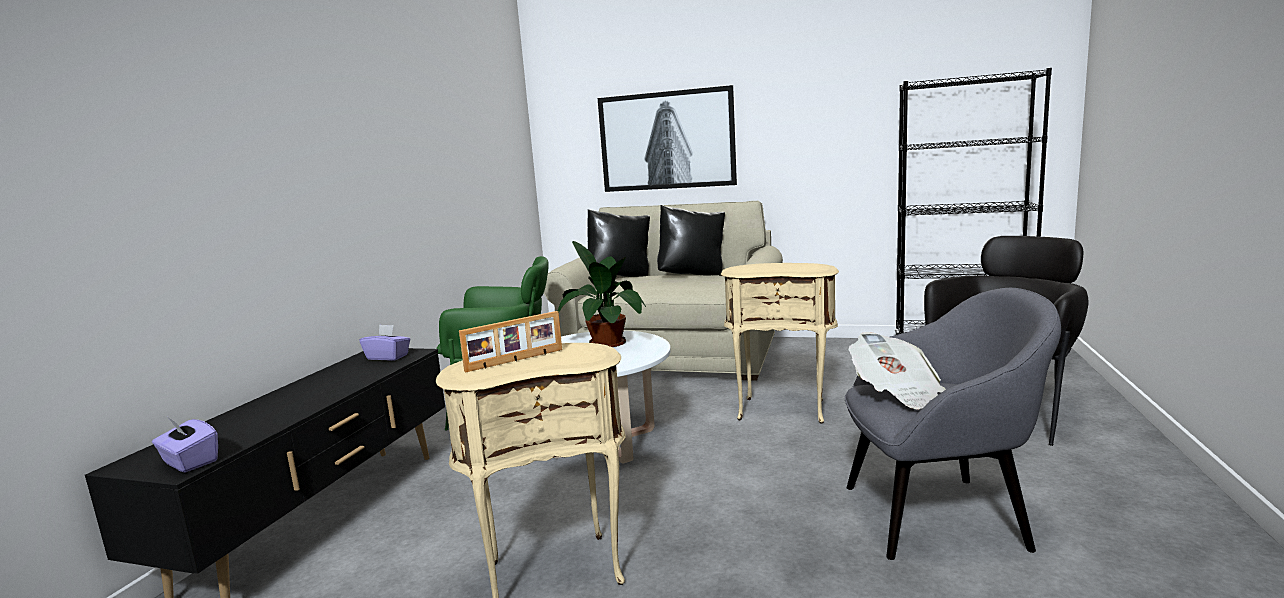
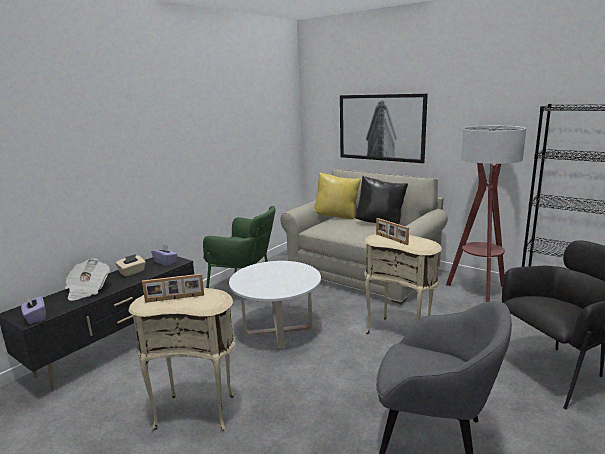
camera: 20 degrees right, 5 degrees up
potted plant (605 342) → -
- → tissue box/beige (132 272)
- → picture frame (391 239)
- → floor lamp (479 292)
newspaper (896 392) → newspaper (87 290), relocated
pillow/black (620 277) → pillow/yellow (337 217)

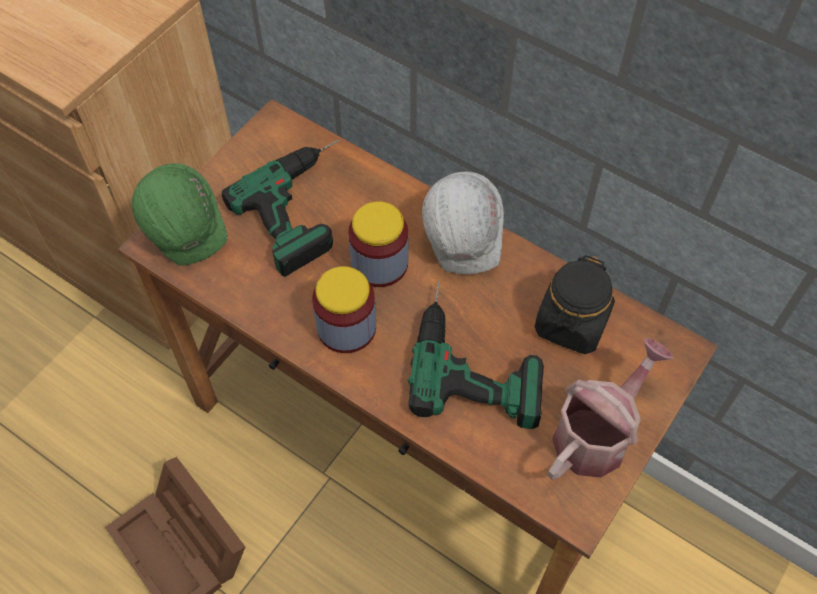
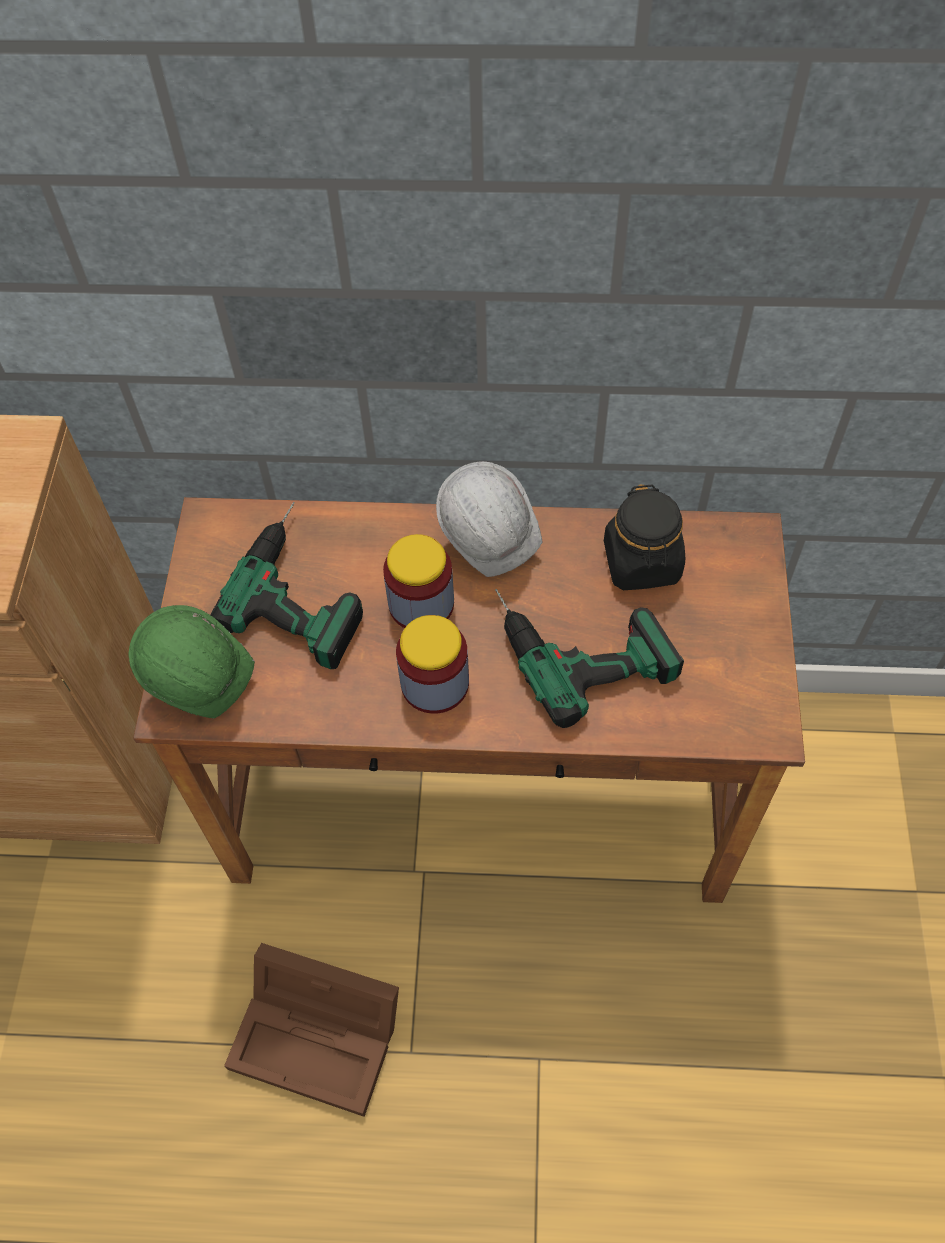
camera: 30 degrees left, 0 degrees up
watering can (597 433) → -

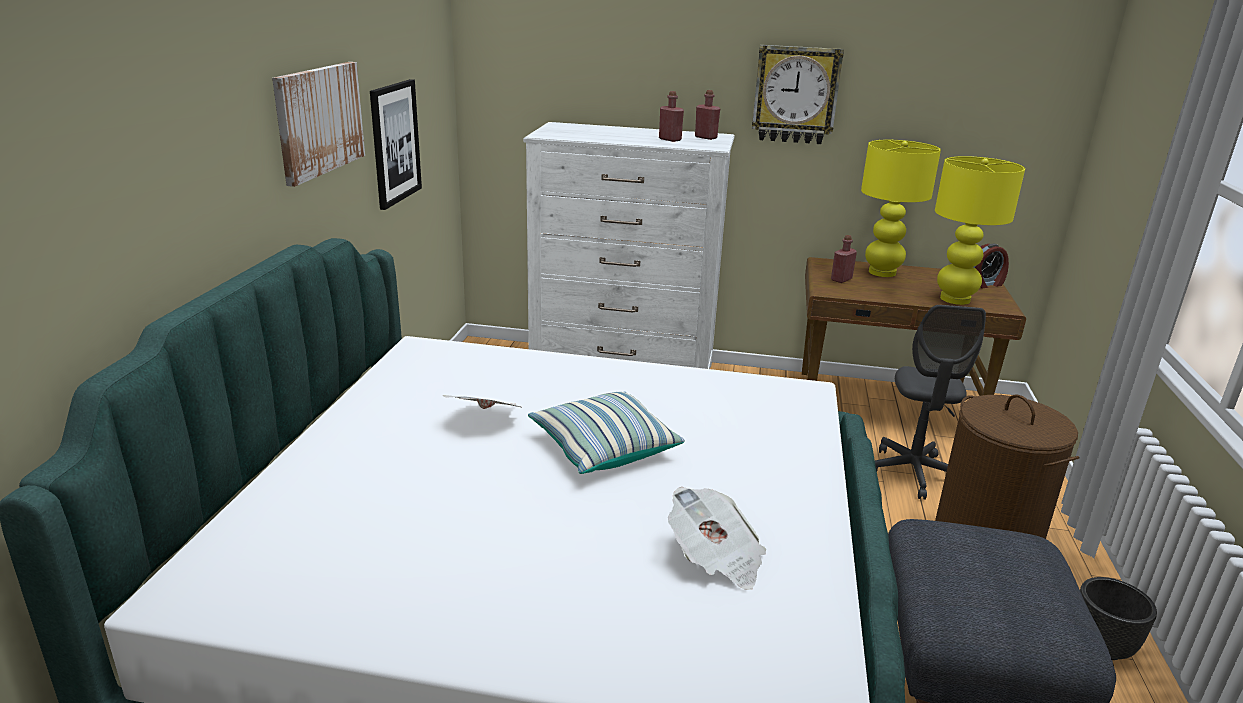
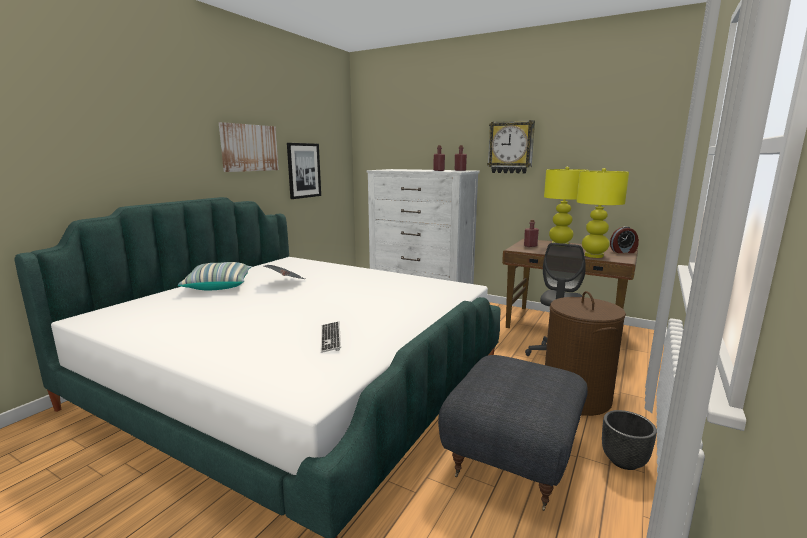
camera: 20 degrees right, 10 degrees down
pillow (603 448) → pillow (218 286), relocated
newspaper (716 559) → keyboard (330 338)

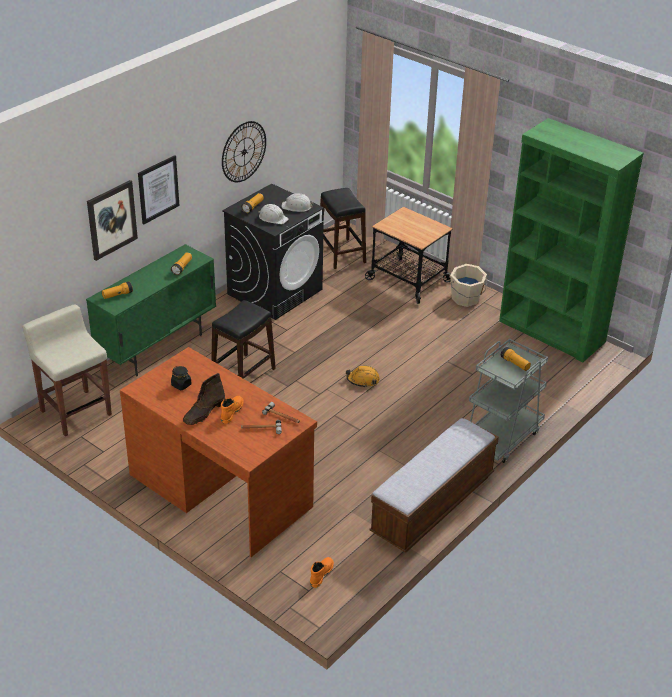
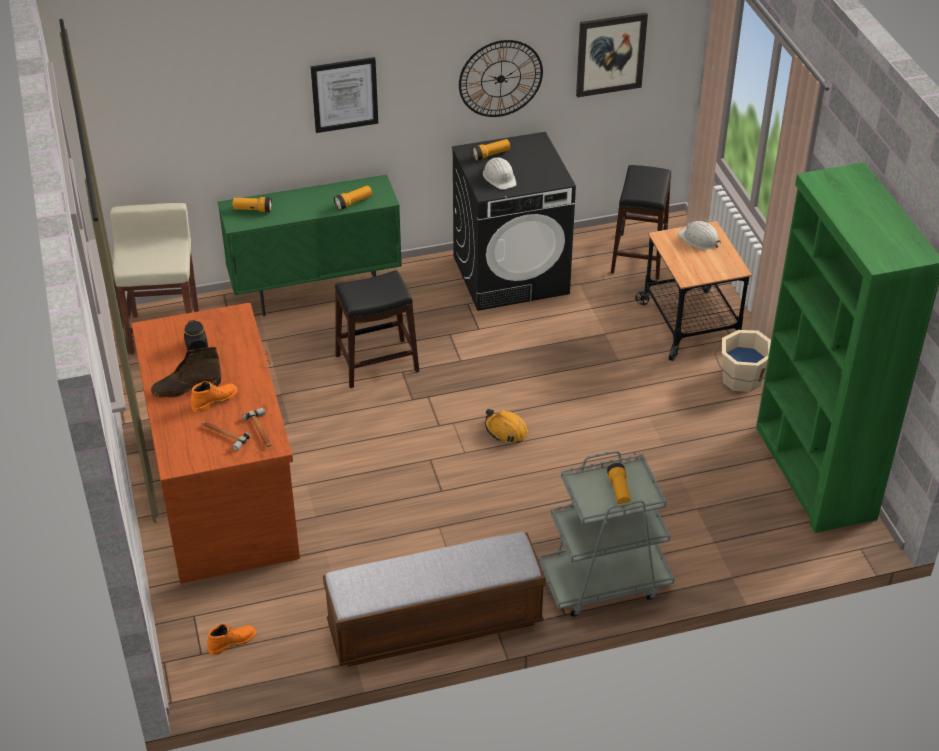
camera: 35 degrees right, 5 degrees up
picture (111 220) → picture (610 54), relocated
hard hat/white (297 206) → hard hat/white (699 239), relocated

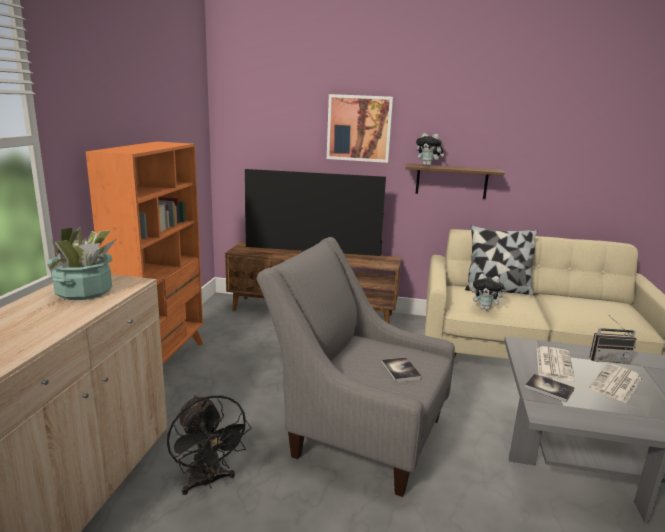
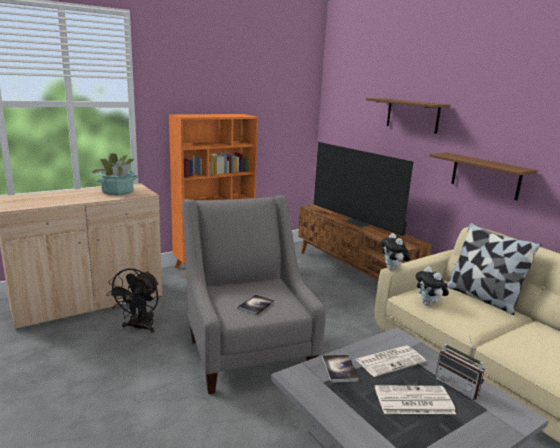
camera: 45 degrees right, 0 degrees up
plush toy (428 165) → plush toy (392 269), relocated
picture (359 128) → shelf/brown (412 115)

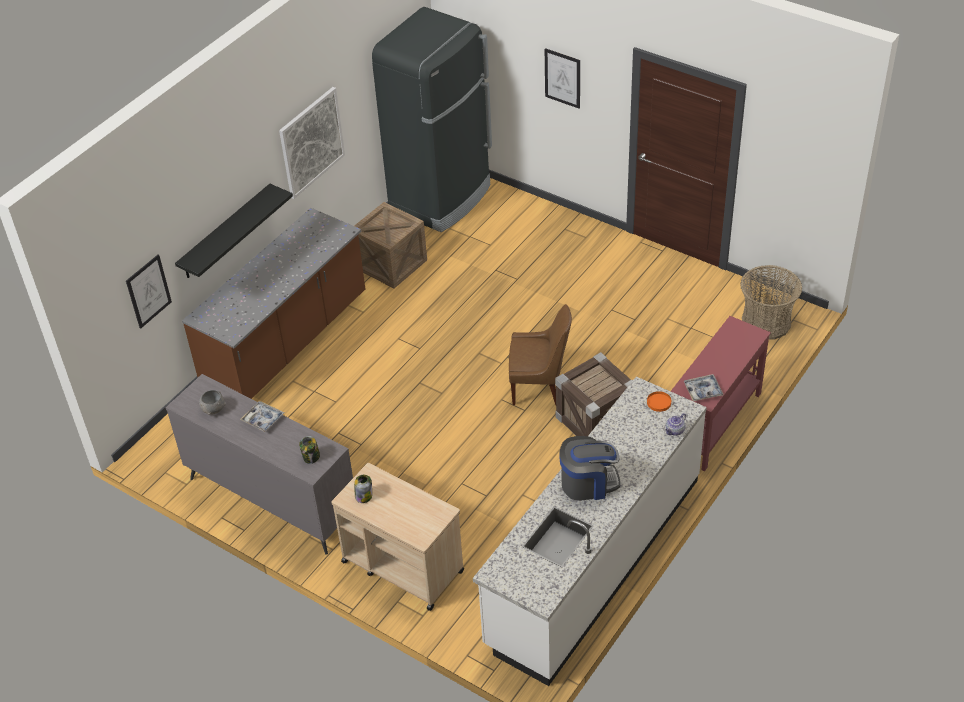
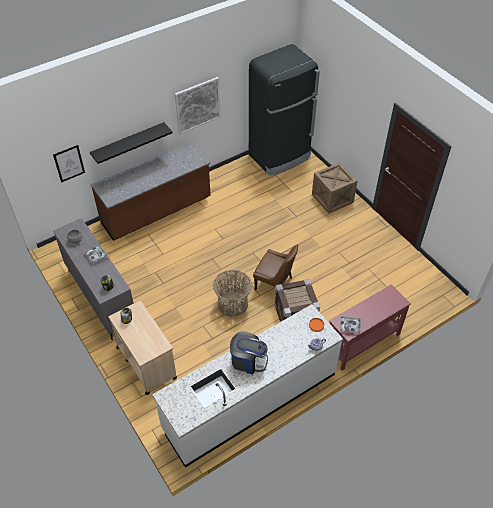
camera: 20 degrees right, 5 degrees up
picture (562 78) → -
crate (391 264) → crate (332 198), relocated
basket (766 322) → basket (232 304), relocated

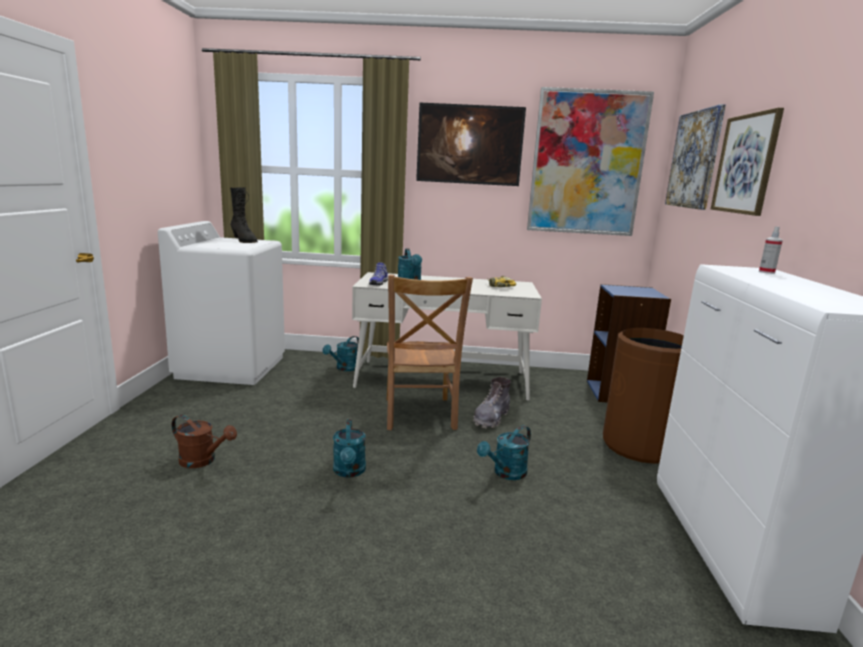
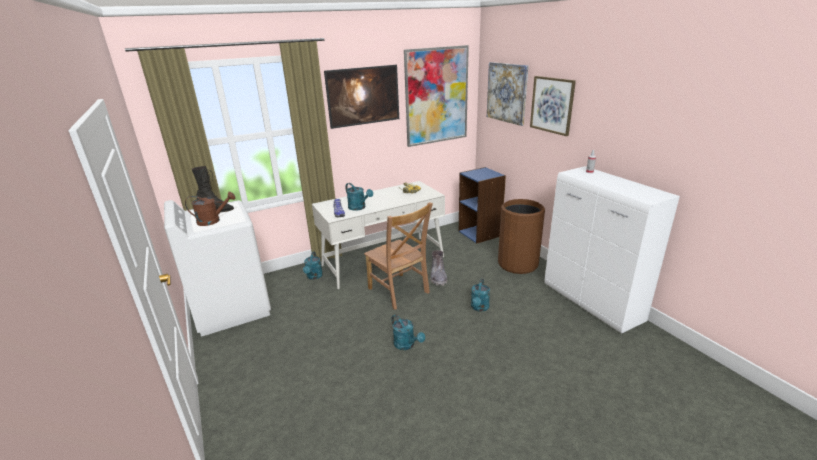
camera: 30 degrees left, 10 degrees up
watering can/brown (203 461) → watering can/brown (213 221), relocated

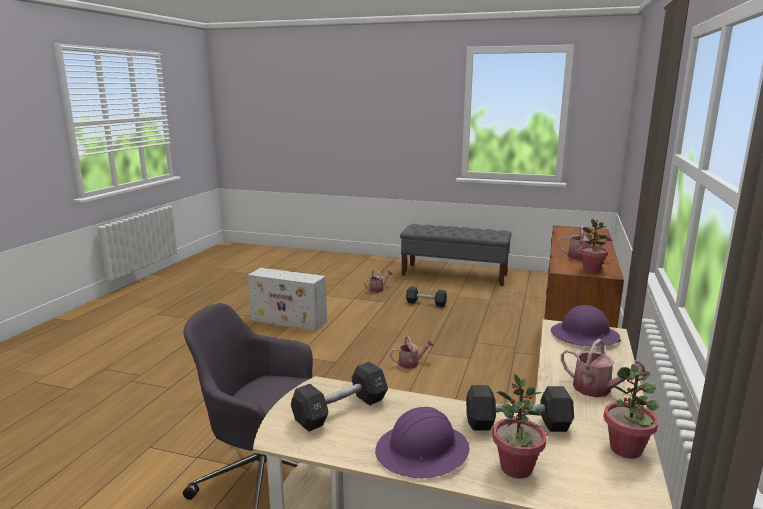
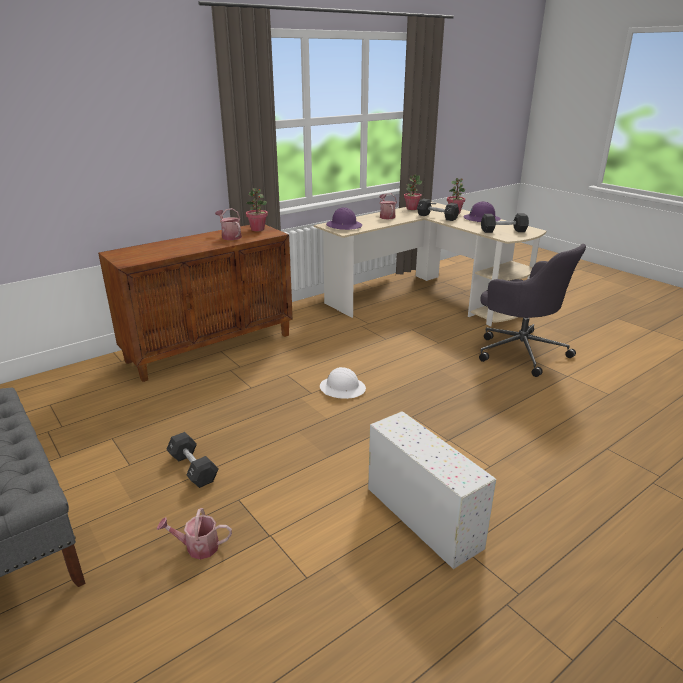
camera: 145 degrees left, 10 degrees up
watering can (411 363) → hard hat/white (342 388)

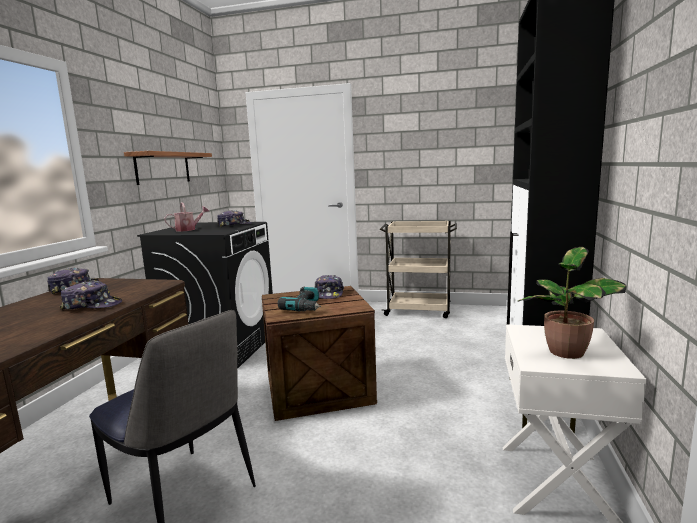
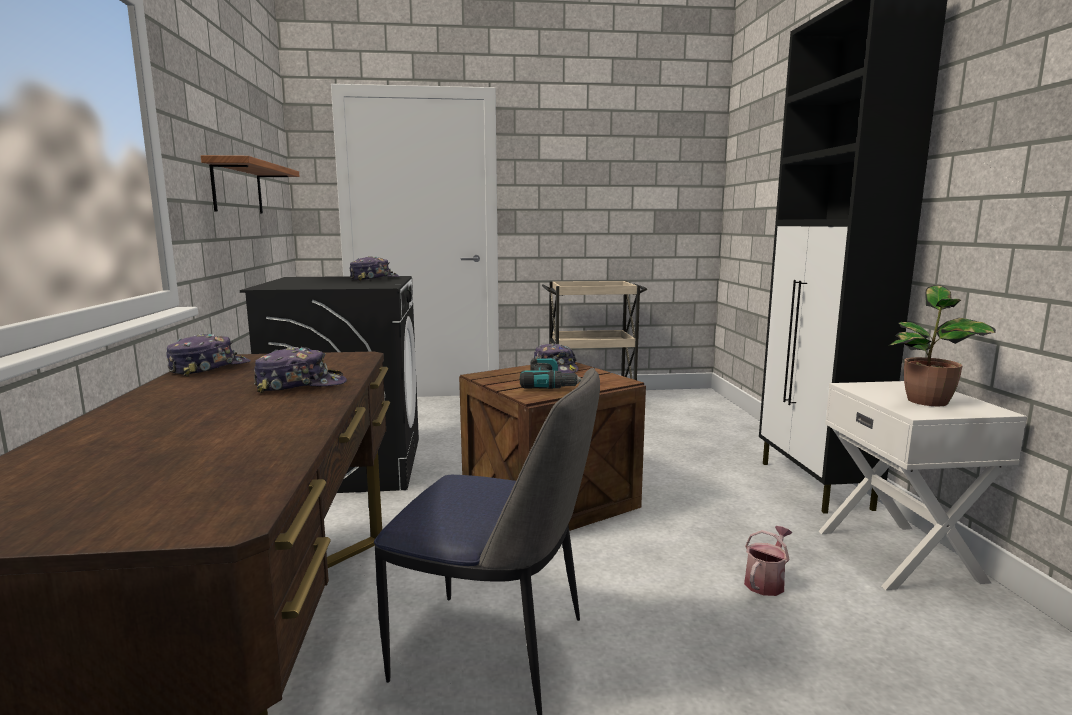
camera: 20 degrees left, 0 degrees up
watering can (188 229) → watering can (766 581), relocated

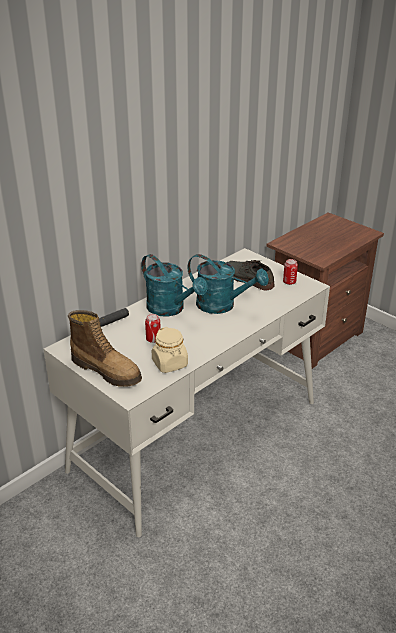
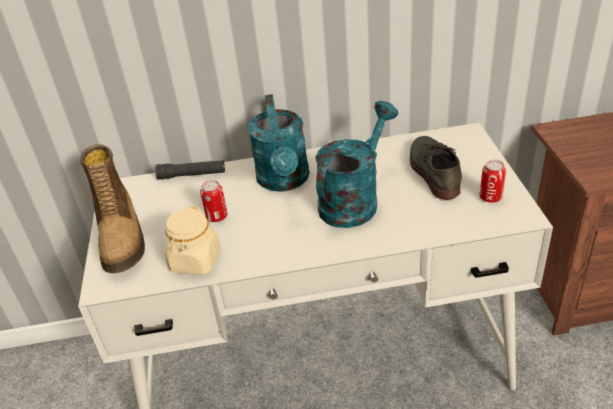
camera: 40 degrees right, 5 degrees up
watering can/turquoise (222 305) → watering can/turquoise (354 200), 120 degrees counterclockwise

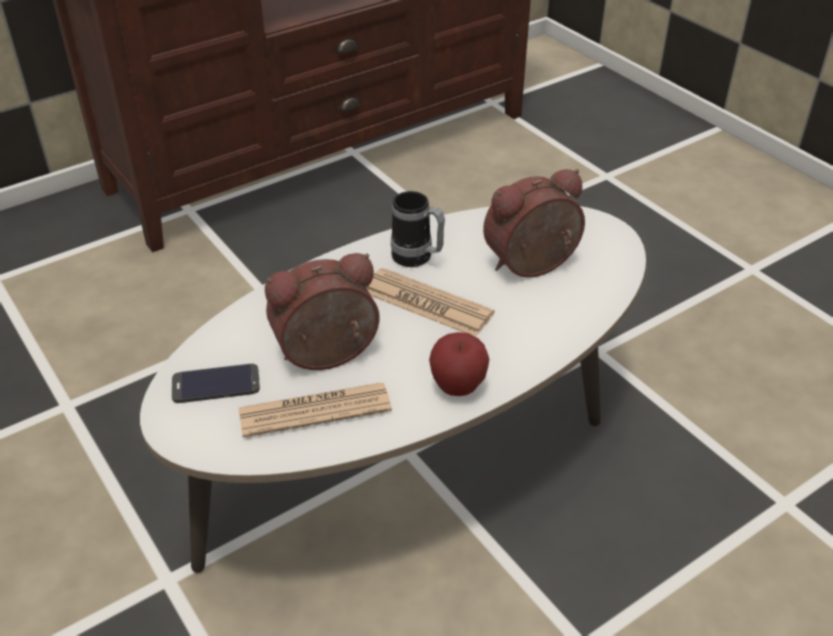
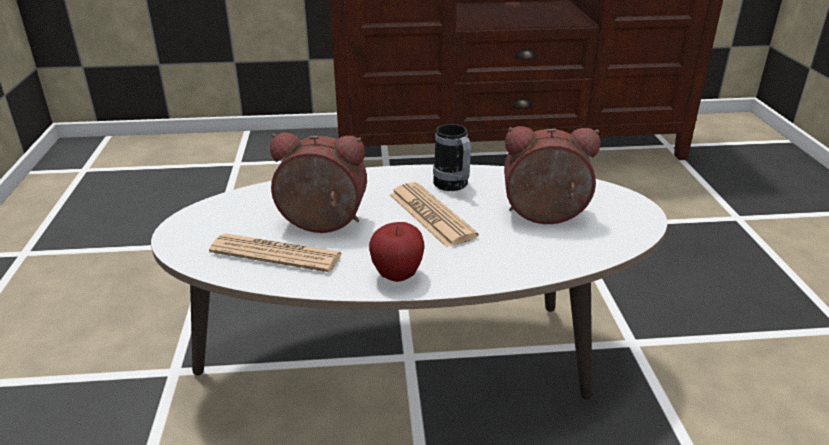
camera: 30 degrees right, 10 degrees down
phone (216 384) → -

